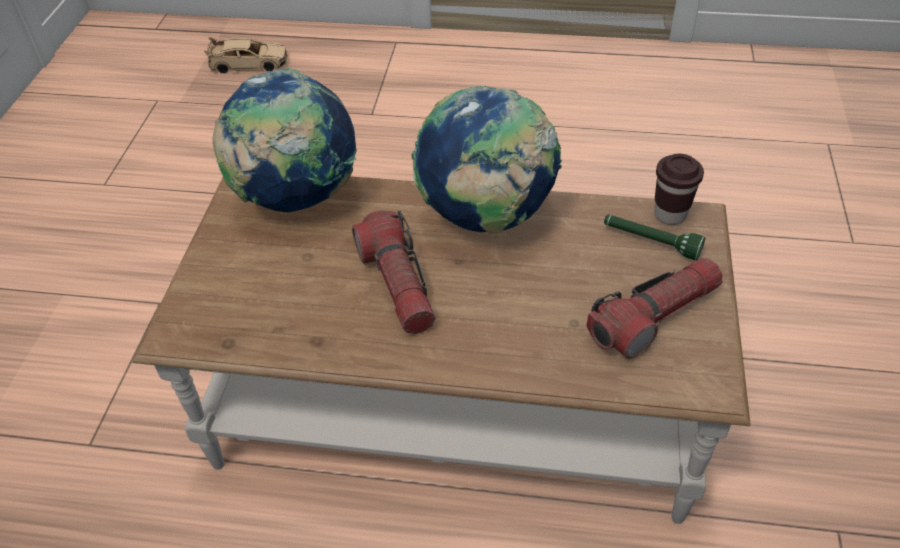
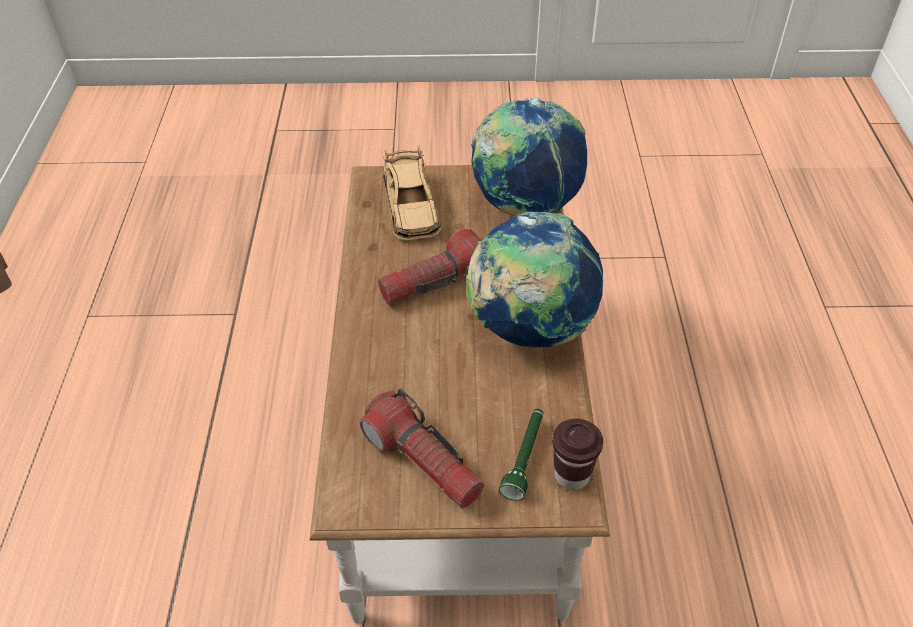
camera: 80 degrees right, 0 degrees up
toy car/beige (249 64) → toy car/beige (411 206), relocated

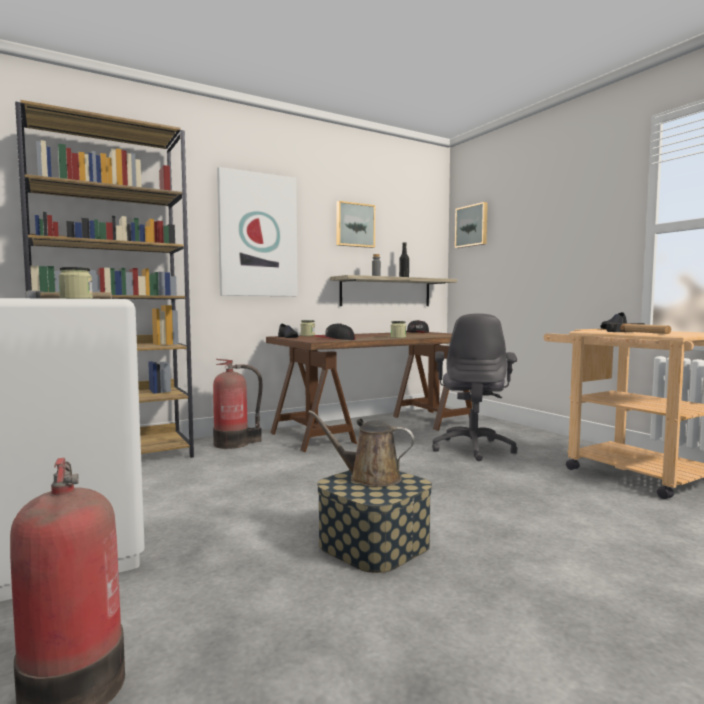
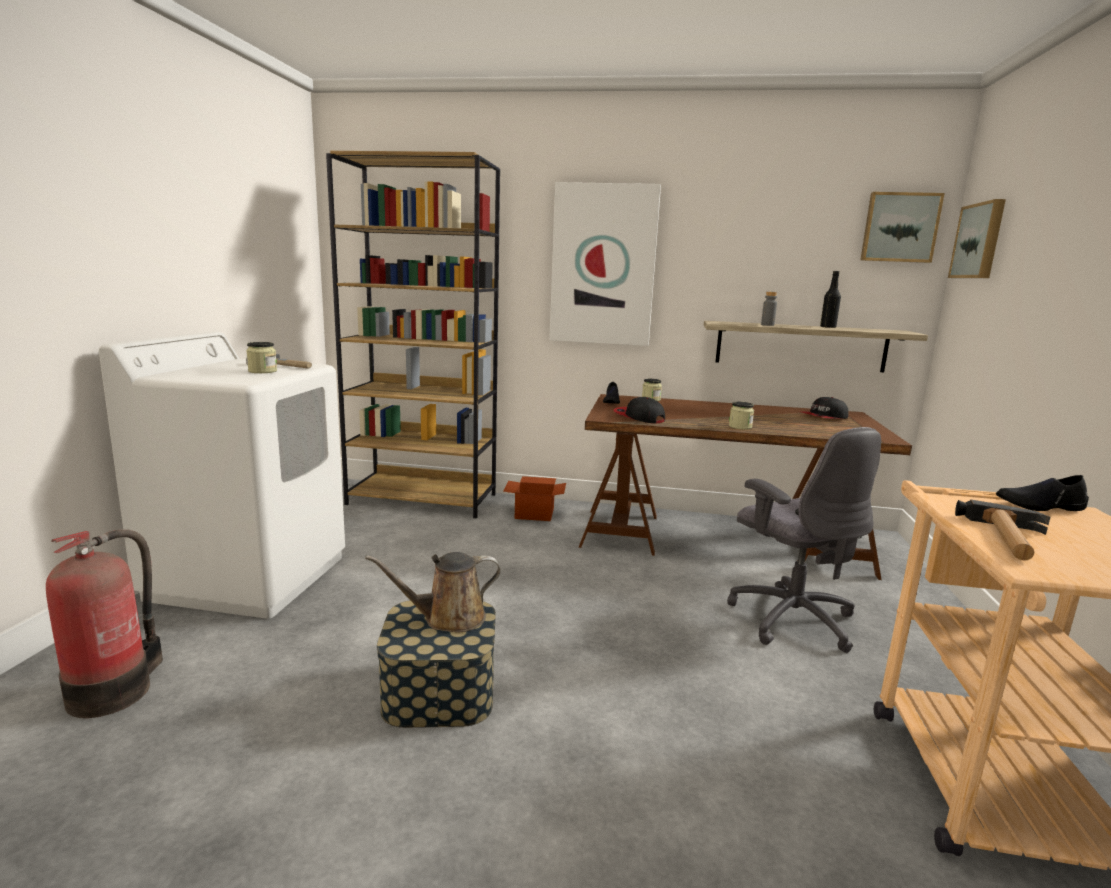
camera: 40 degrees right, 10 degrees up
picture (354 225) → picture (899 227), relocated
fire extinguisher (234 443) → cardboard box (535 513)
watering can/brown (369 478) → watering can/brown (448 618), 75 degrees counterclockwise
office chair/grey (473 448) → office chair/grey (791 618), 75 degrees counterclockwise

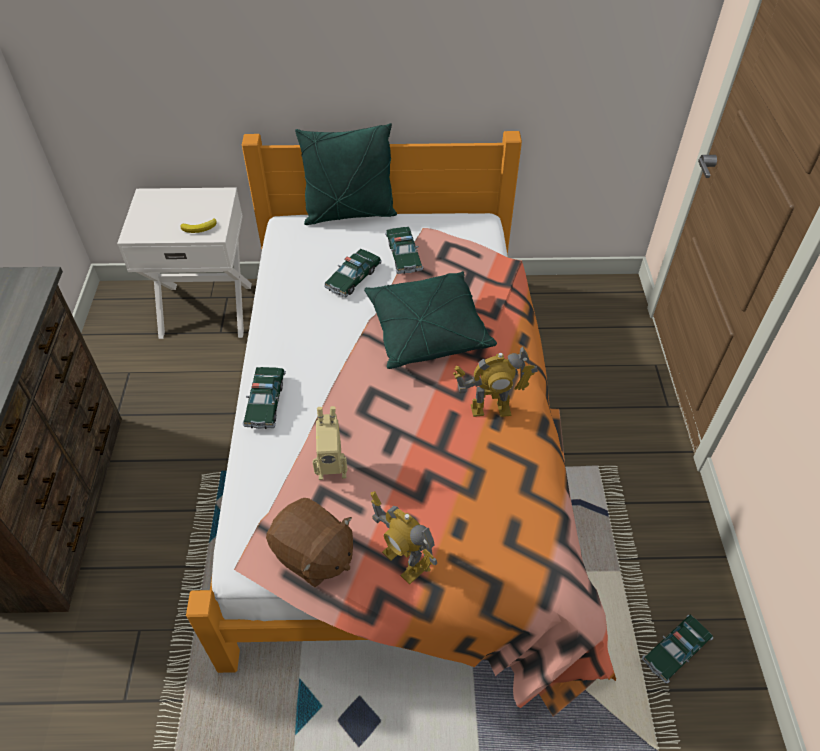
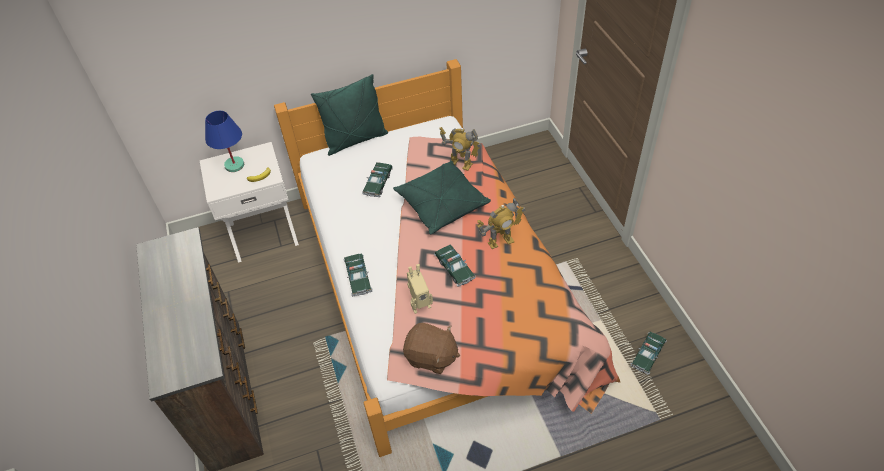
camera: 15 degrees left, 0 degrees up
- → table lamp/blue (234 165)
toy robot (403 562) → toy robot (461 163), relocated
toy car (403 255) → toy car (454 268), relocated

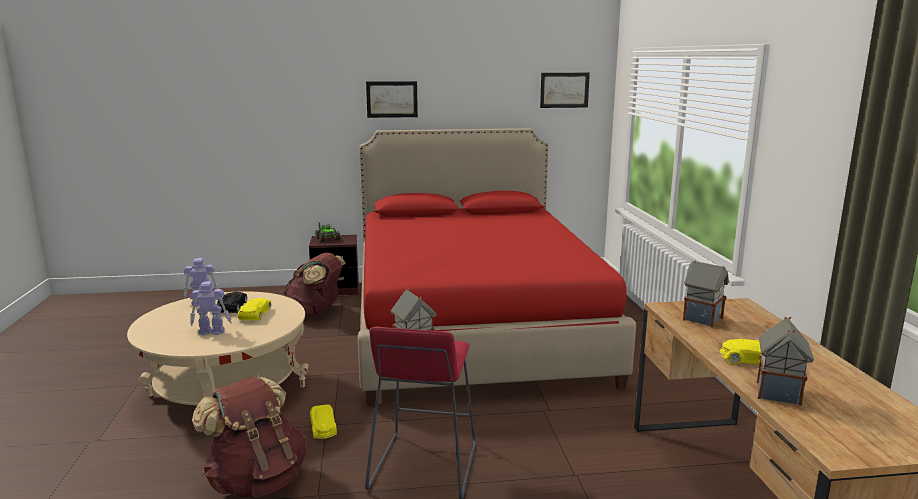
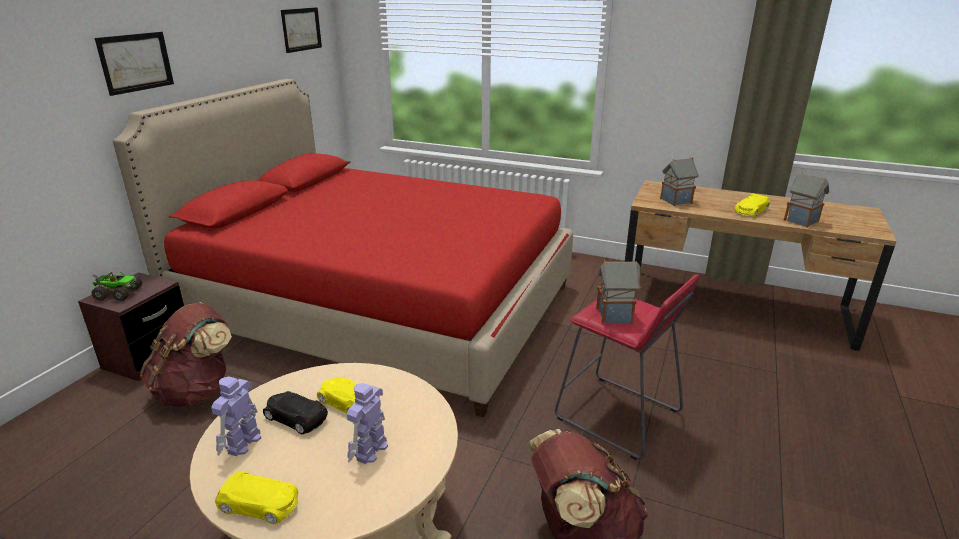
camera: 60 degrees left, 10 degrees up
toy car/yellow (323 427) → toy car/yellow (260 505), relocated

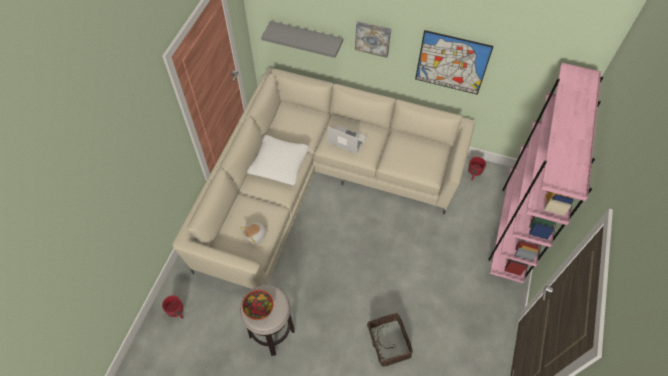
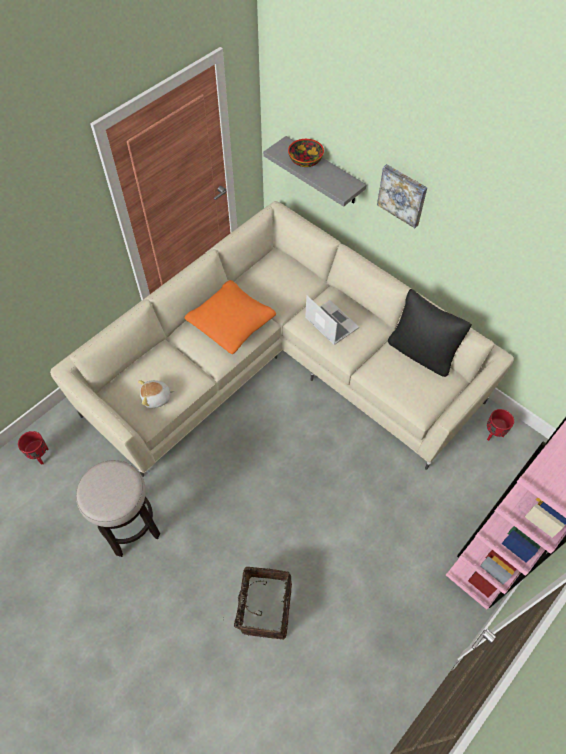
camera: 25 degrees right, 0 degrees up
picture (452 63) → -
- → pillow/black (421 353)
bowl (258 308) → bowl (305 160), relocated
pillow/white (279 164) → pillow/orange (231 323)

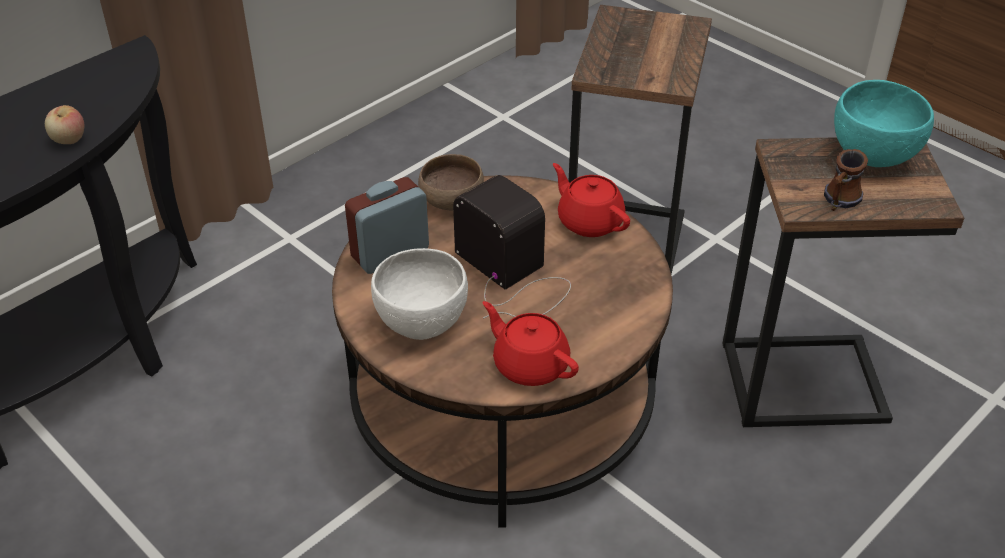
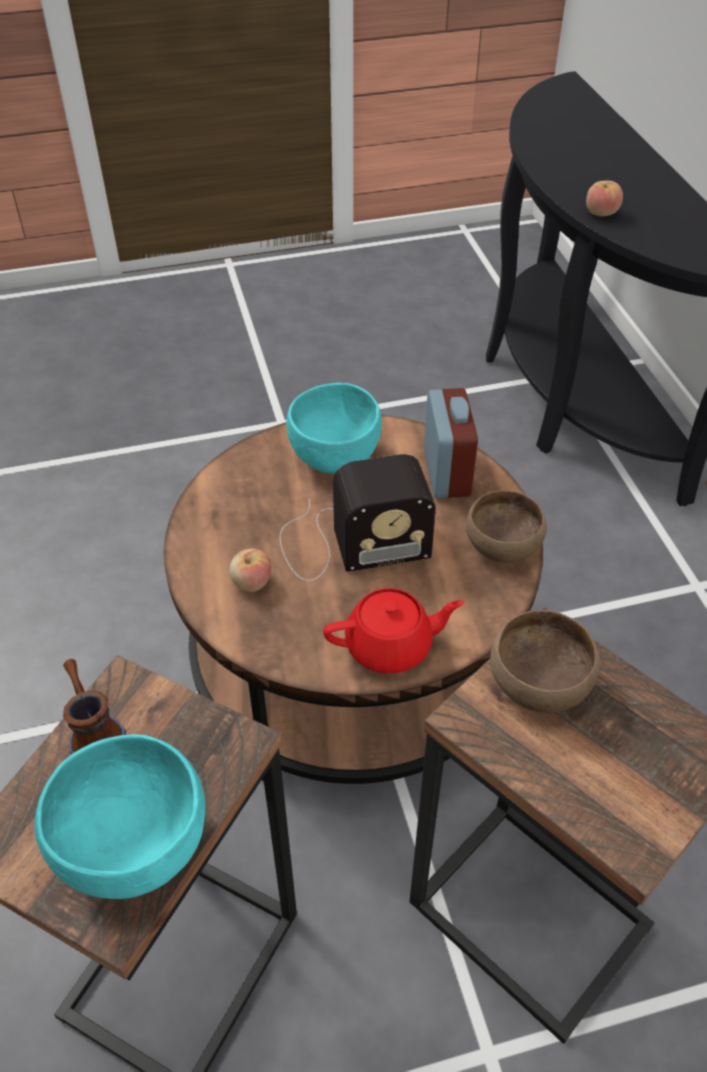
camera: 120 degrees right, 5 degrees up
teapot/red (530 364) → -
- → apple (251 582)
- → bowl/brown (536 683)
bowl/white (421 324) → bowl/turquoise (334 458)

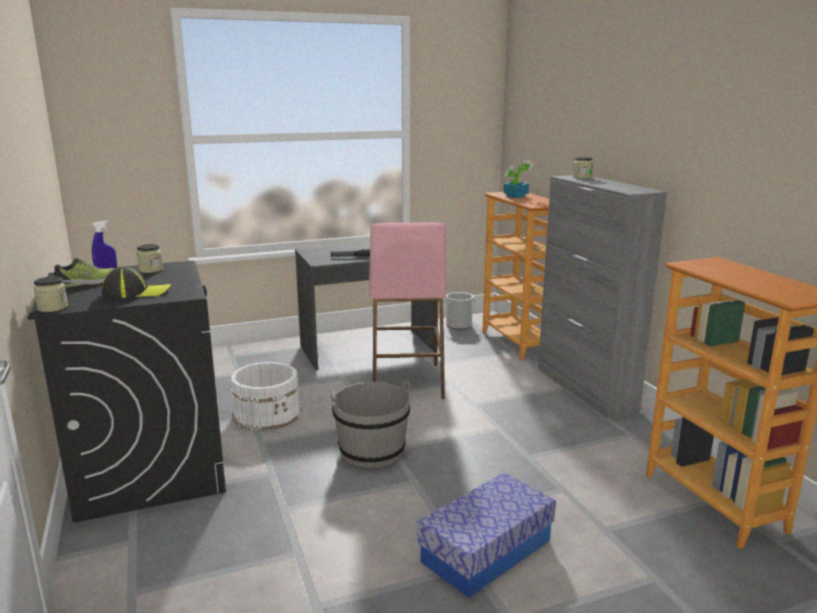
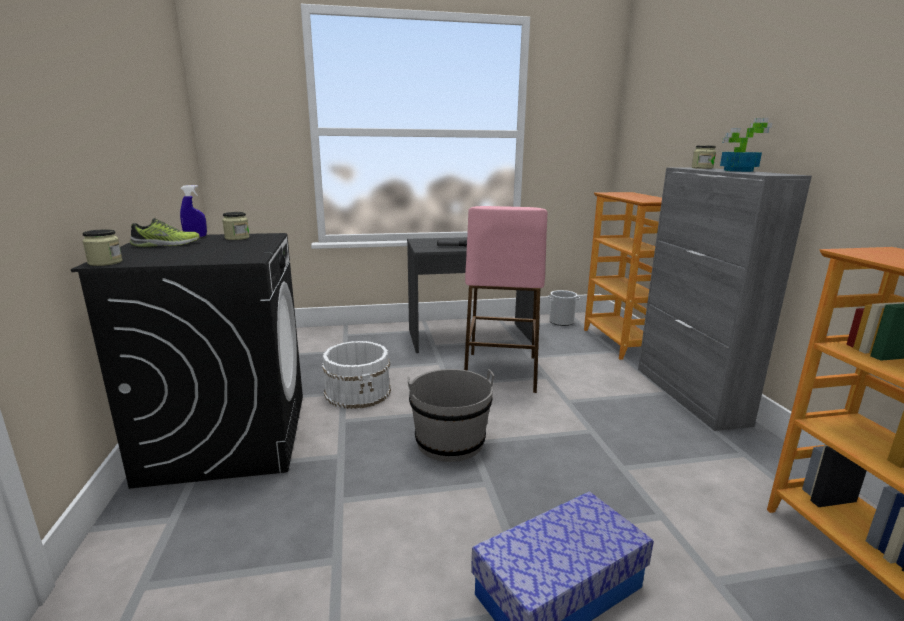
camera: 10 degrees right, 0 degrees up
cap (136 292) → -
potted plant (515 196) → potted plant (737 171), relocated

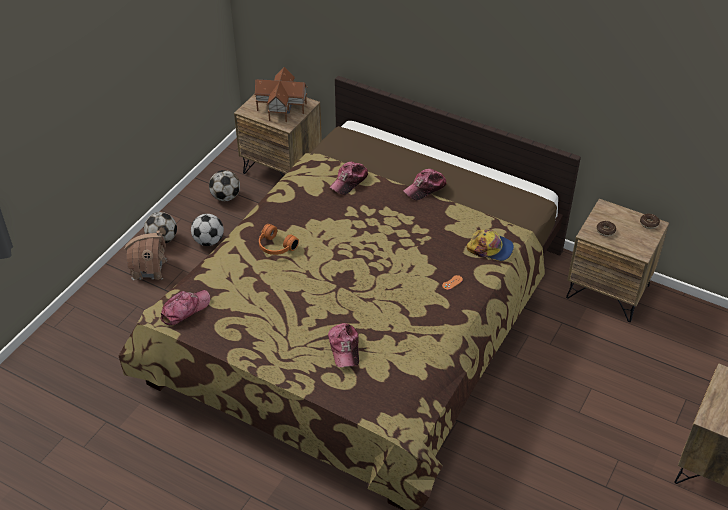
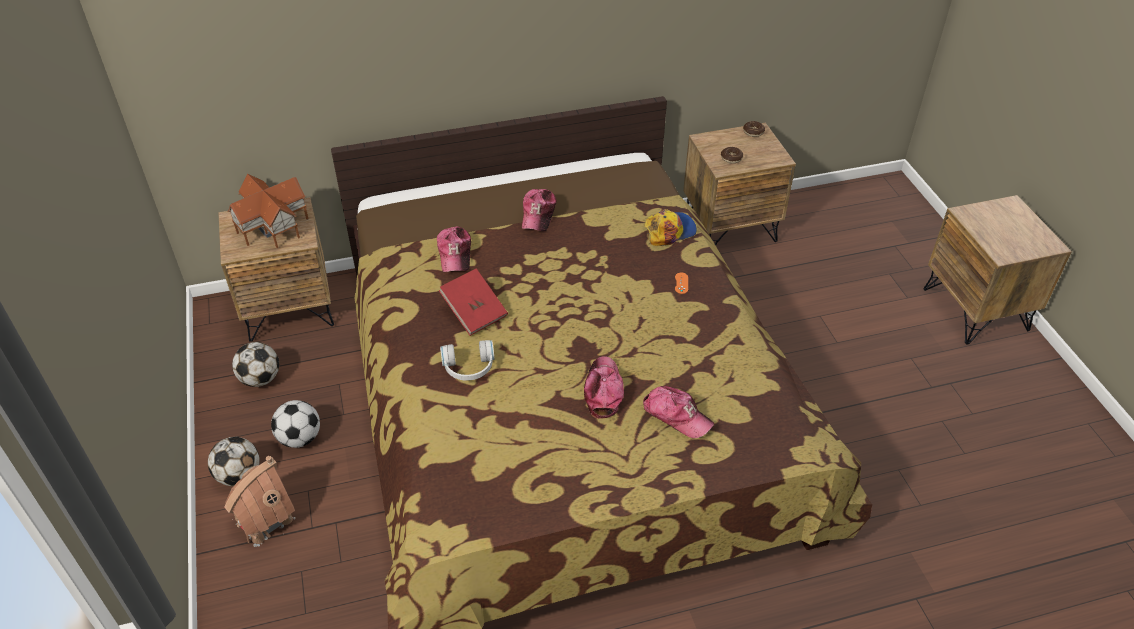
camera: 45 degrees left, 0 degrees up
- → book/red (474 312)
cap (185 309) → cap (603 390), relocated
headphones/orange (275 247) → headphones/white (469 368)

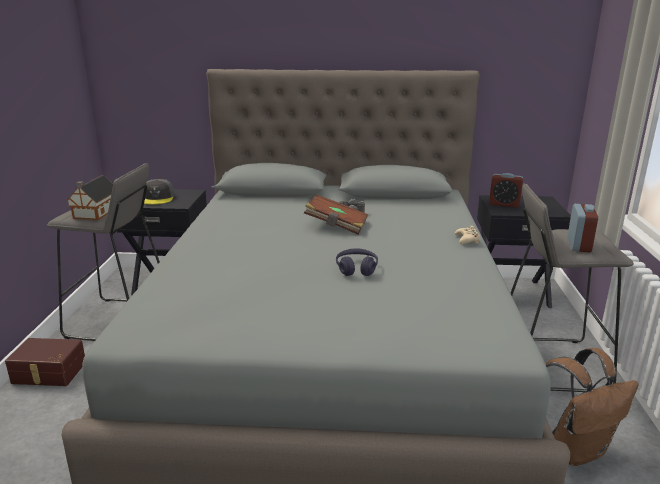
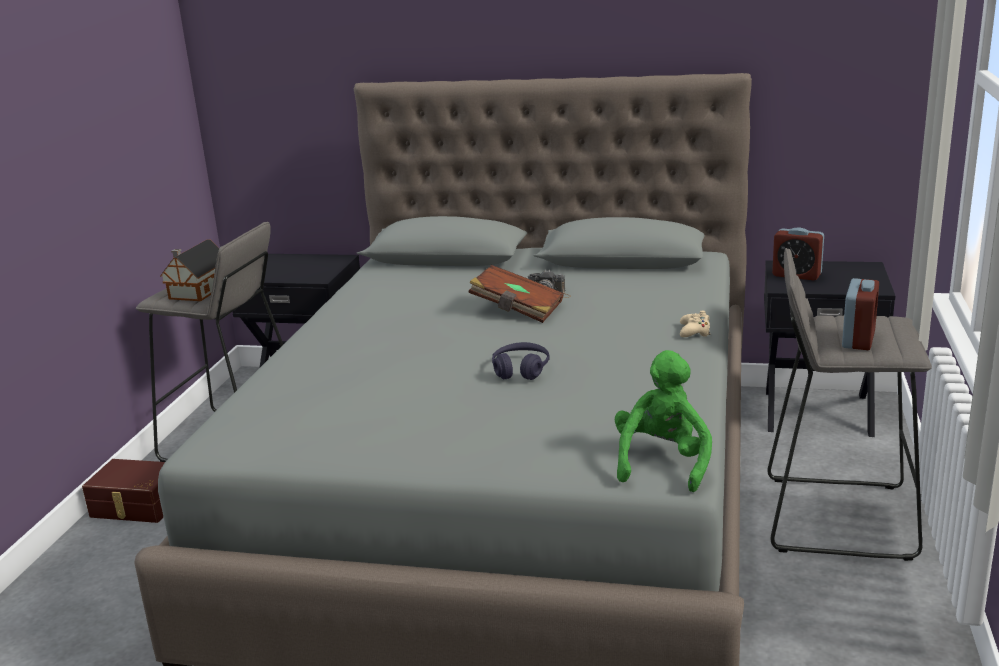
camera: 10 degrees right, 0 degrees up
cap/grey (158 198) → -
backpack/brown (575 449) → -
- → plush toy/green (662 462)

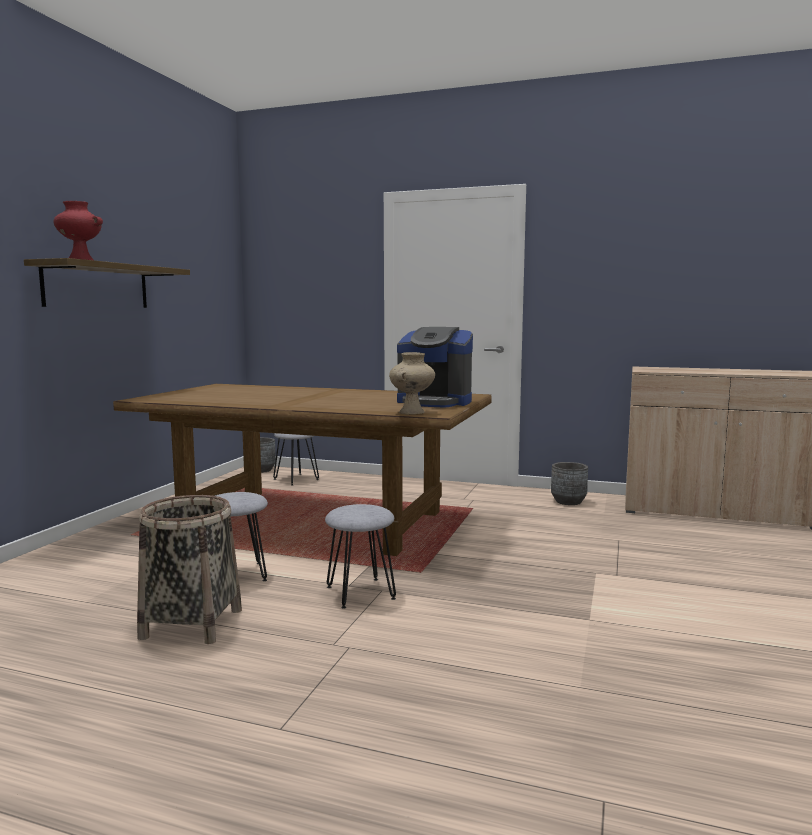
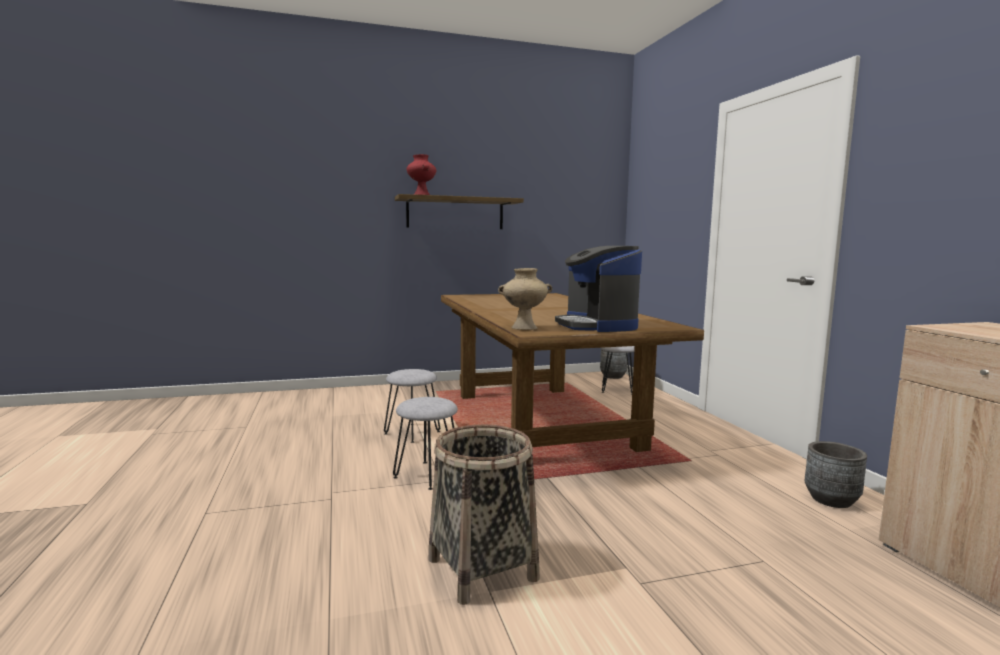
camera: 55 degrees right, 0 degrees up
basket (191 623) → basket (482 568), relocated

